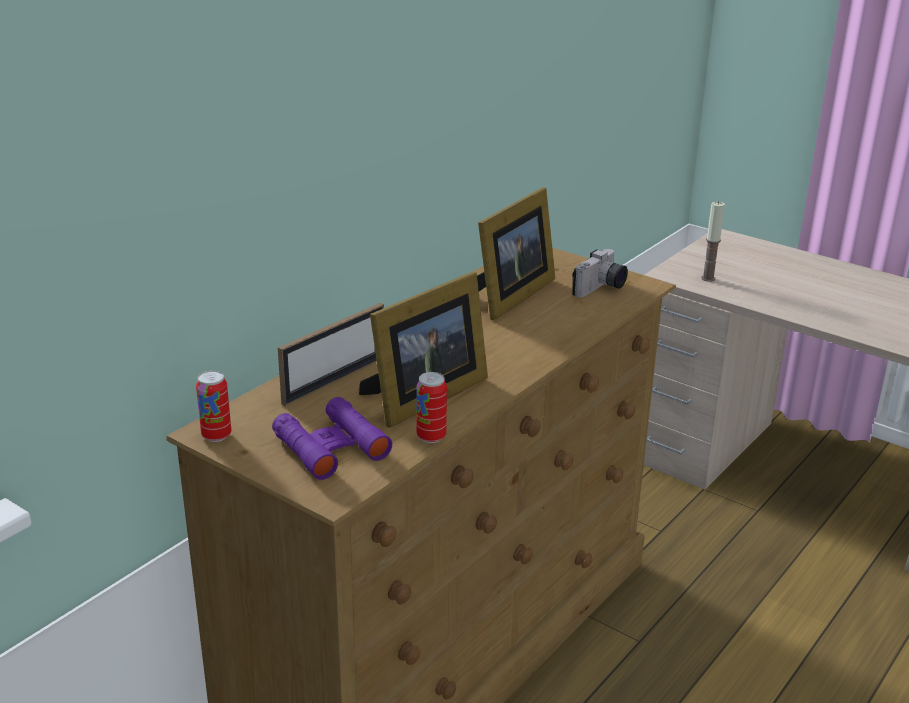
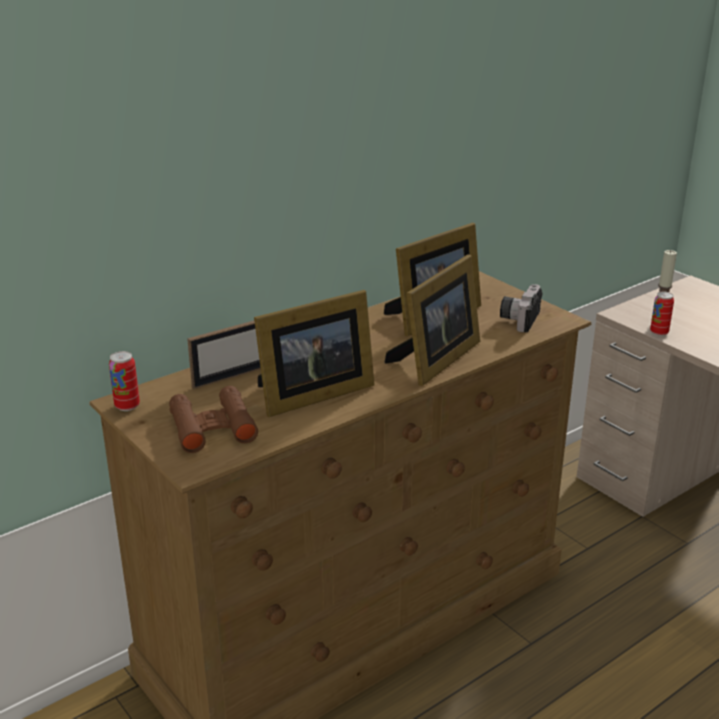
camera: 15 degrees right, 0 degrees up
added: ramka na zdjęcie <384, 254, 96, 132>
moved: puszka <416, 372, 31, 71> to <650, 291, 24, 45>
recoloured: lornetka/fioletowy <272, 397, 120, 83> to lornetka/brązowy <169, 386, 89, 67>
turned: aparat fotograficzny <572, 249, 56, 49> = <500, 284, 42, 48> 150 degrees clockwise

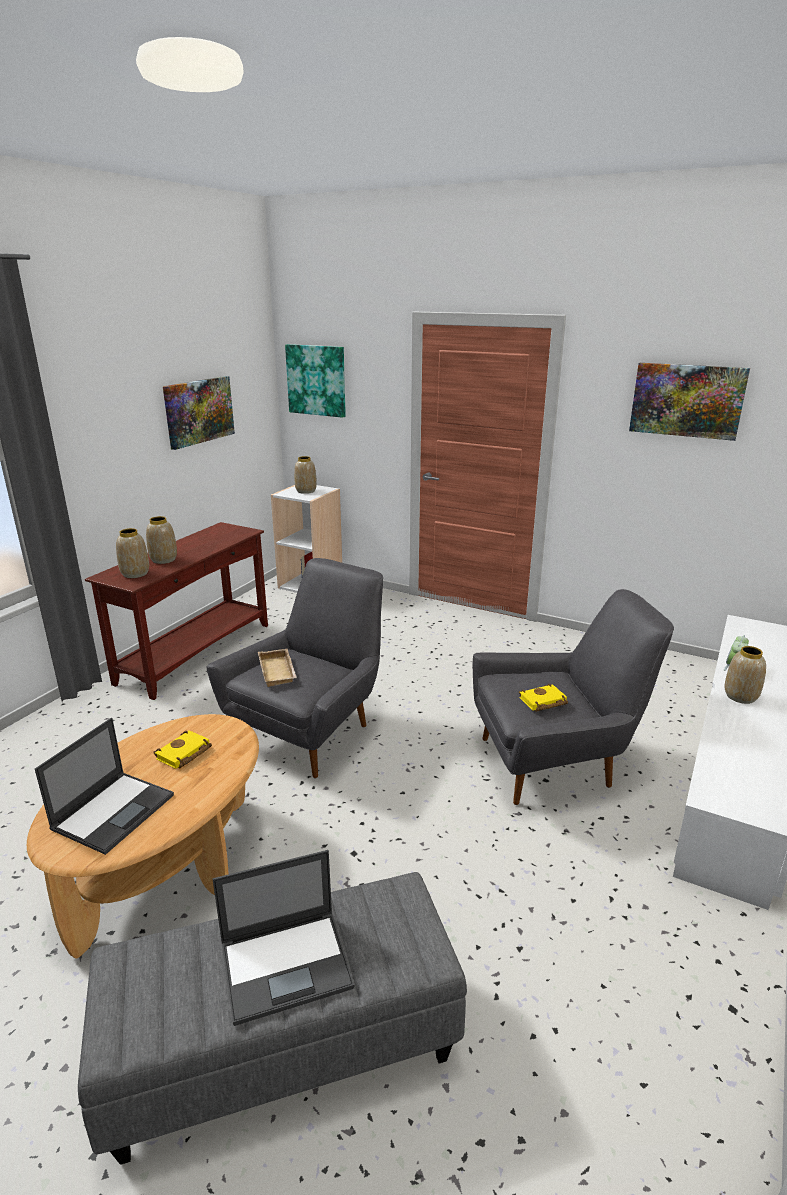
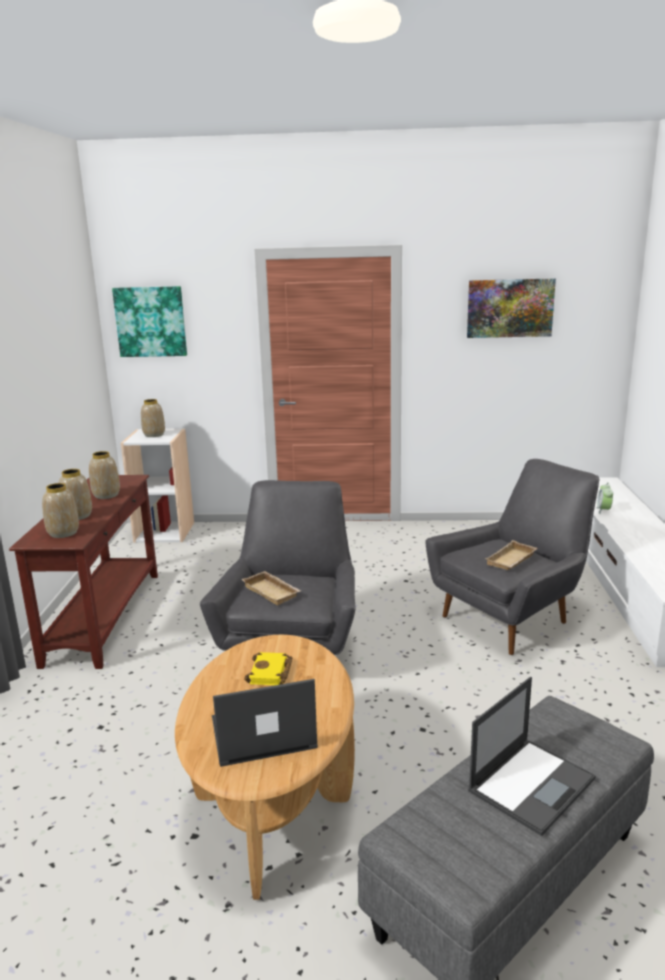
camera: 25 degrees left, 5 degrees down
removed: obraz <163, 376, 72, 74>
moved: wazon <725, 646, 41, 58> to <89, 451, 31, 48>
replaced: książka/żółty <519, 684, 49, 28> to taca/beżowy <485, 540, 52, 30>
turned: laptop <35, 718, 139, 137> = <212, 679, 106, 88> 105 degrees counterclockwise

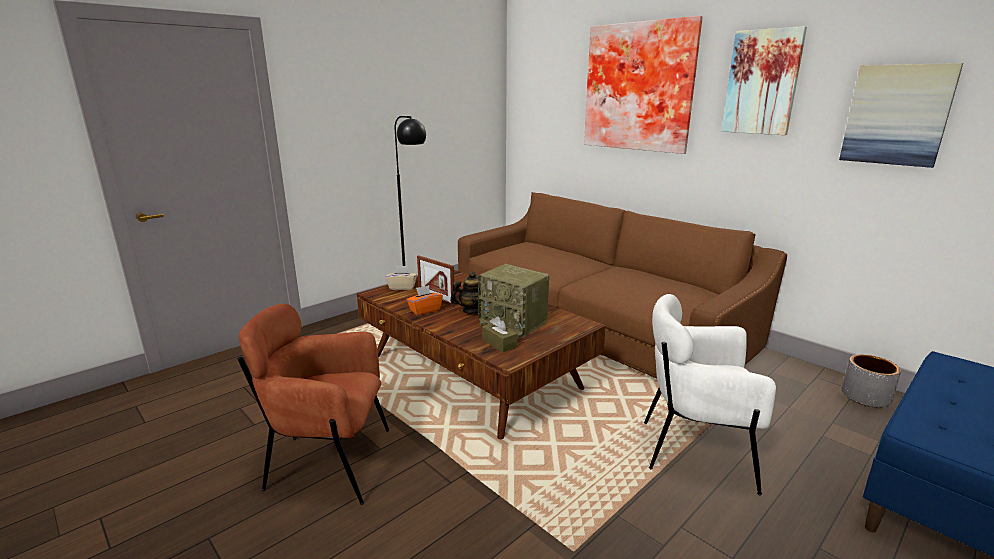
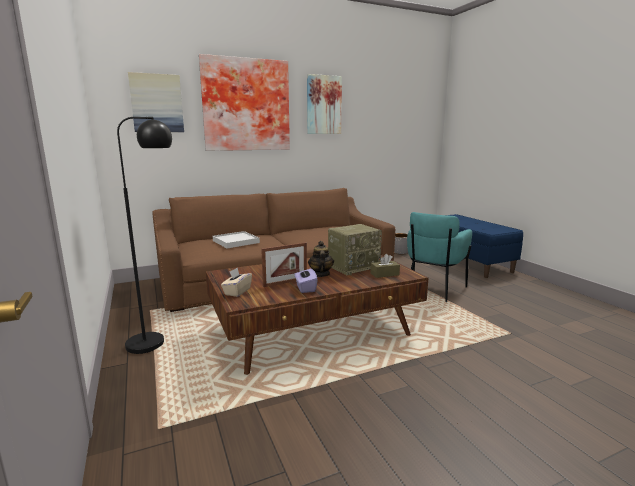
camera: 70 degrees left, 5 degrees down
removed: fotel/brązowy <238, 304, 151, 201>
added: taca/biały <213, 231, 47, 17>
moved: obraz <839, 63, 124, 105> to <128, 72, 56, 60>
recoloured: pudełko chusteczek/pomarańczowy <406, 285, 37, 30> to pudełko chusteczek/fioletowy <294, 269, 24, 24>; fotel/biały <644, 294, 132, 201> to fotel/turkusowy <407, 212, 65, 90>

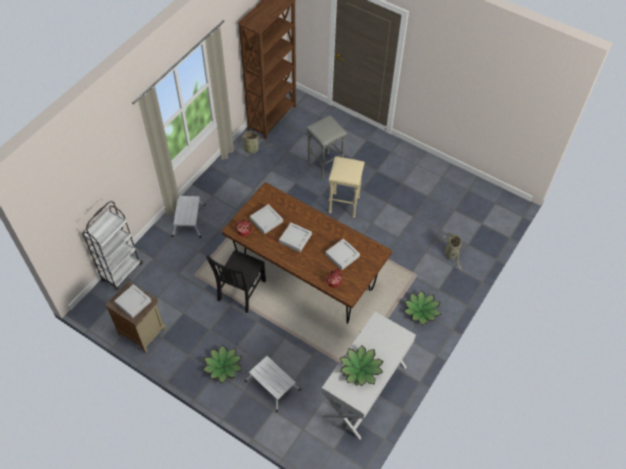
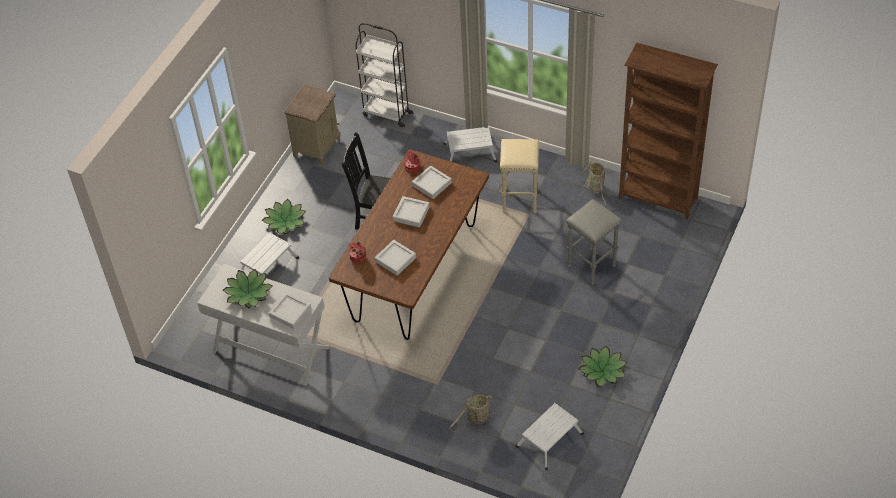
camera: 85 degrees right, 5 degrees down
added: drabinka/biały <515, 403, 69, 68>
moved: taca/szary <114, 284, 37, 34> to <269, 292, 42, 37>; stołek/beżowy <328, 156, 37, 62> to <500, 139, 39, 74>; roślina doniczkowa <404, 290, 38, 35> to <579, 346, 48, 41>

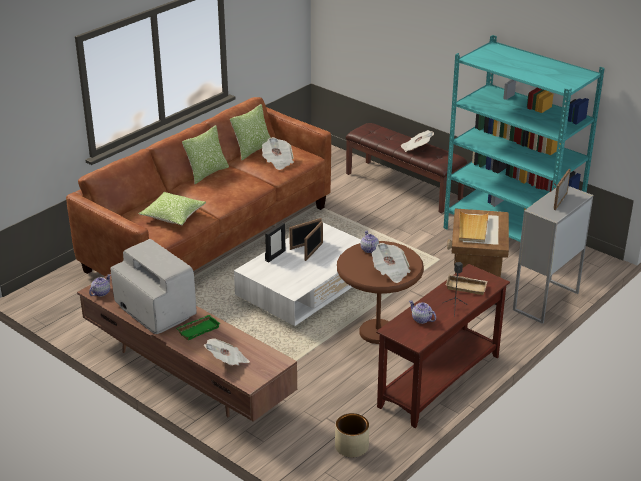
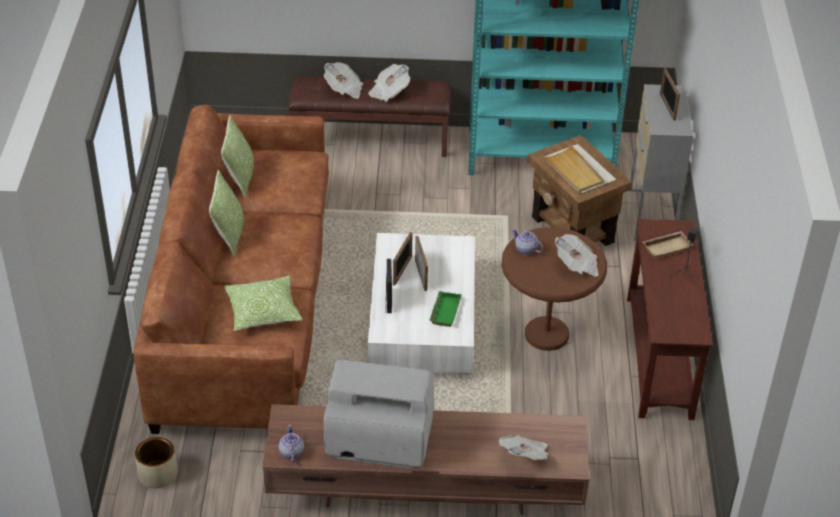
camera: 40 degrees left, 10 degrees up
removed: imbryk <409, 300, 27, 24>
moved: taca/zielony <176, 315, 44, 25> to <429, 291, 33, 36>; gazeta <262, 137, 32, 33> to <324, 62, 39, 37>; donica/beżowy <335, 413, 34, 44> to <135, 437, 43, 52>

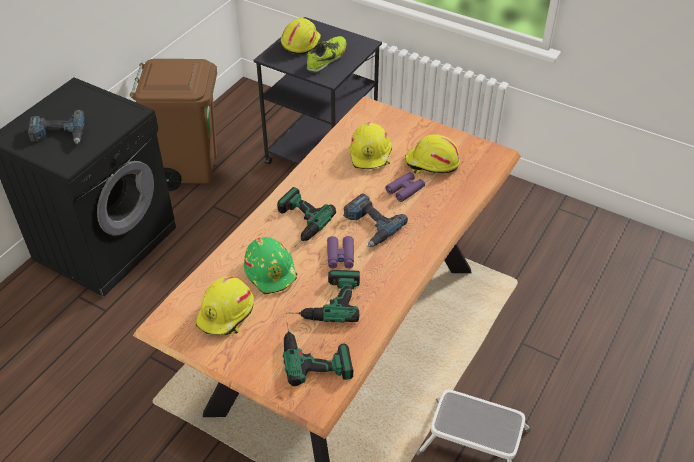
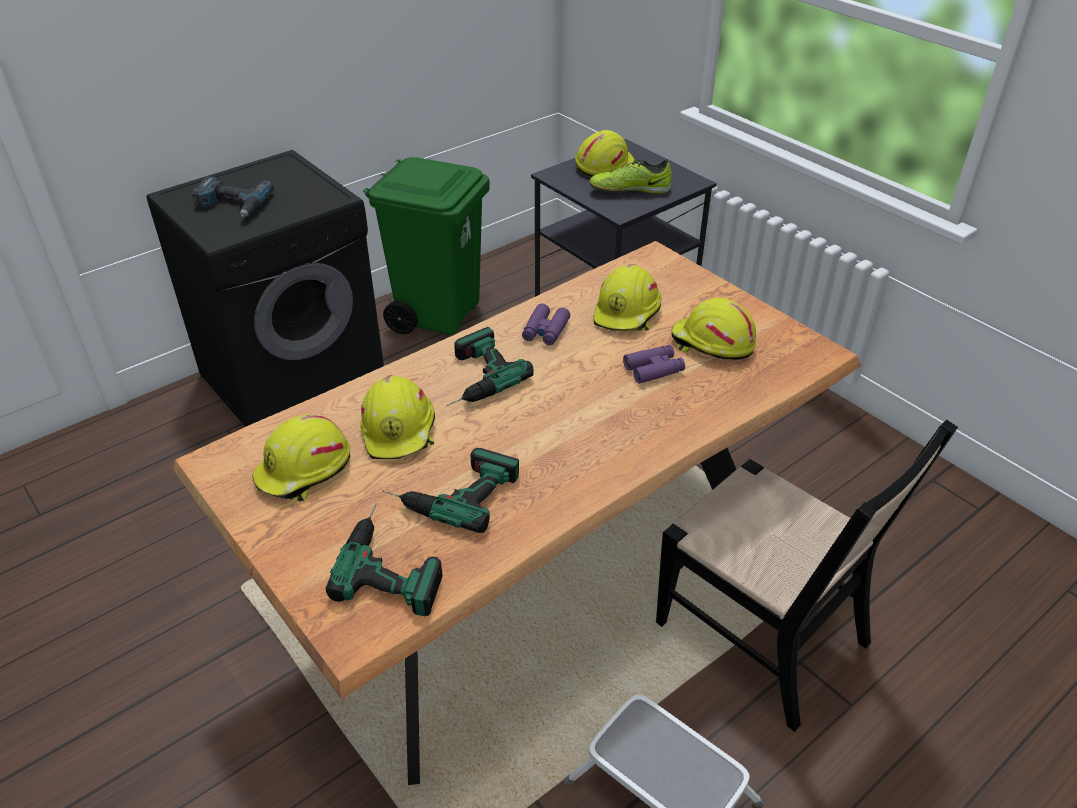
camera: 20 degrees right, 5 degrees down
removed: wiertarka <343, 193, 65, 54>
added: krzesło <656, 420, 302, 312>
moved: lornetka/fioletowy <327, 236, 27, 33> to <522, 304, 48, 41>
recoloured: kosz na śmieci/brązowy <130, 59, 87, 132> to kosz na śmieci/zielony <363, 157, 126, 178>; kask/zielony <244, 237, 54, 58> to kask/żółty <360, 375, 75, 85>
turned: but <307, 36, 40, 37> = <589, 159, 83, 35> 150 degrees counterclockwise

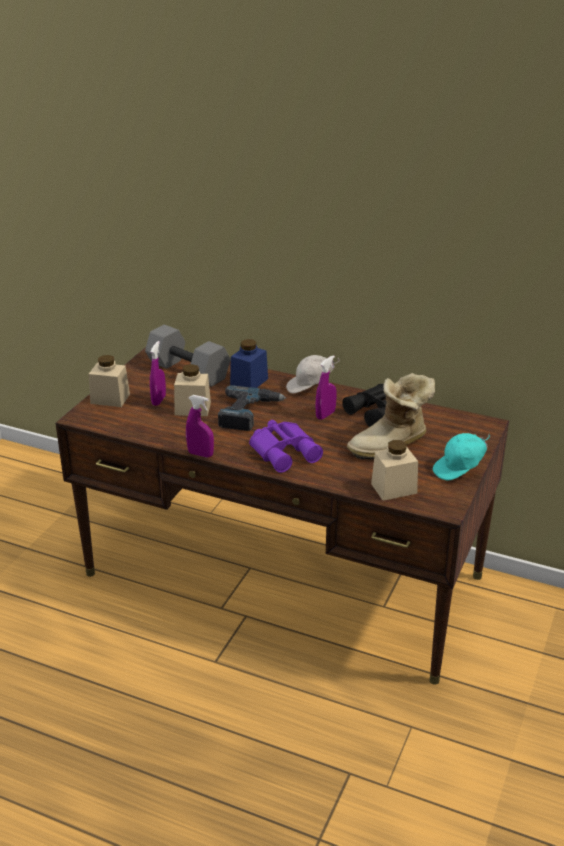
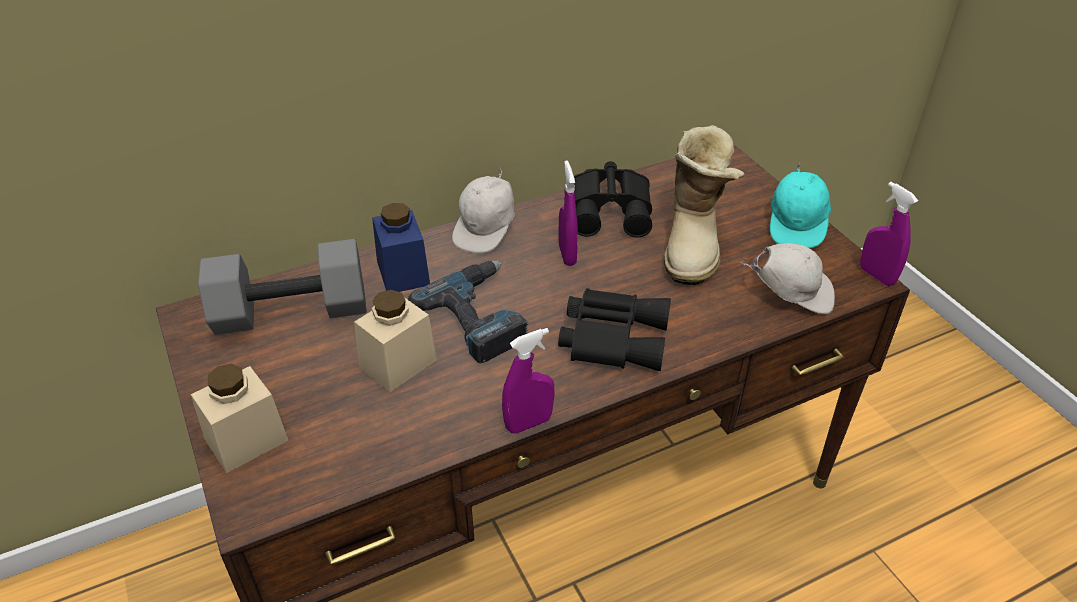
camera: 50 degrees left, 10 degrees up
moved: spryskiwacz/fioletowy <150, 341, 16, 65> to <860, 182, 58, 104>
replaced: słoik/beżowy <371, 440, 47, 61> to czapka z daszkiem/biały <740, 243, 95, 71>
recoloured: lornetka/fioletowy <249, 420, 74, 53> to lornetka/czarny <558, 288, 113, 83>

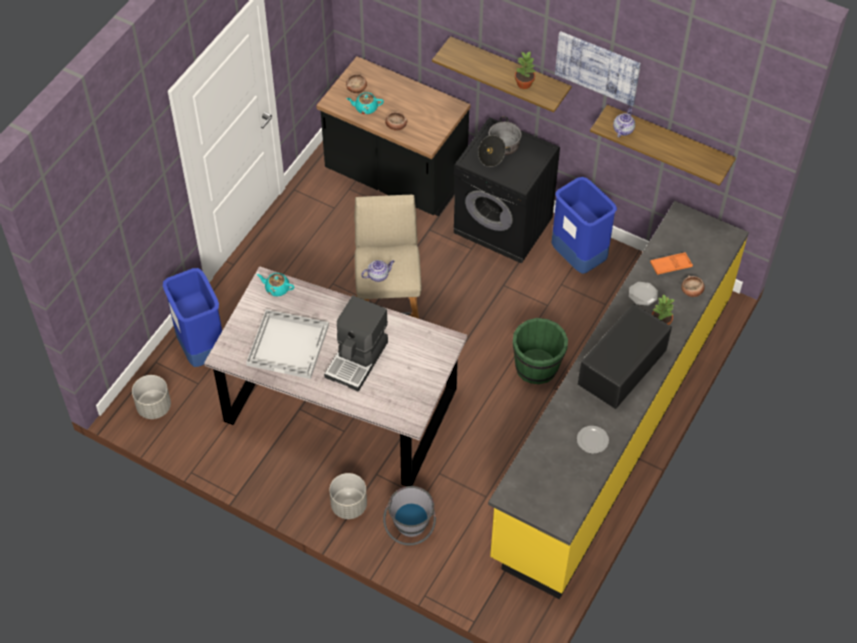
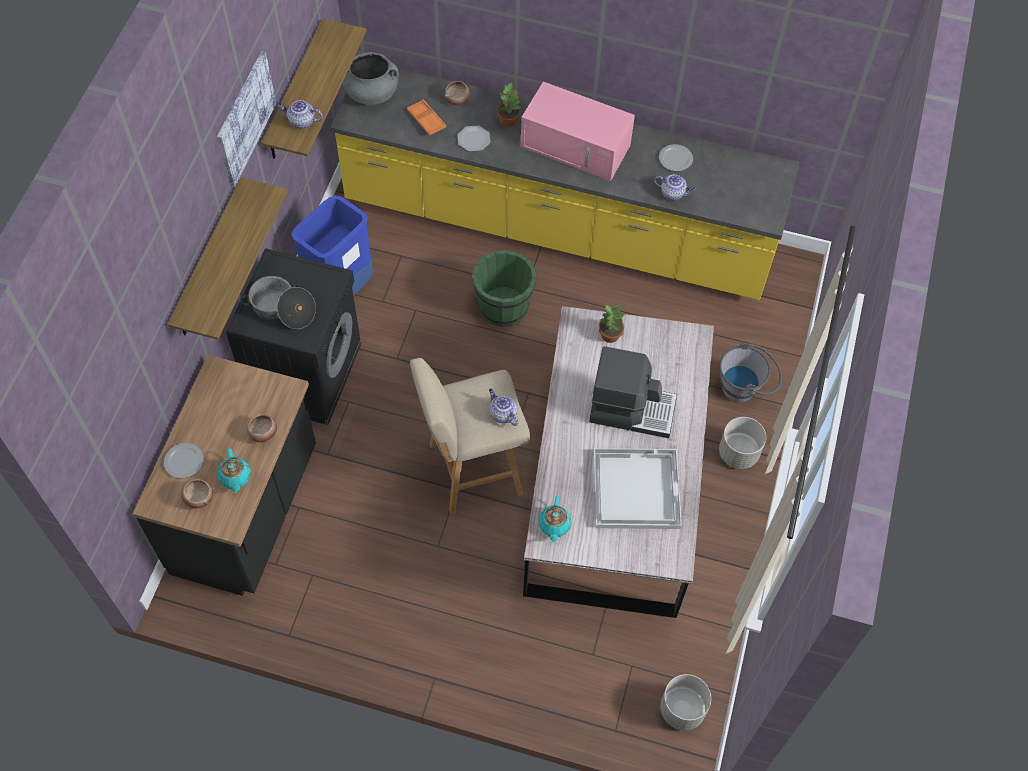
camera: 105 degrees left, 5 degrees up
removed: kosz na śmieci/niebieski <163, 268, 59, 99>
added: talerz <164, 443, 40, 35>; garnek/szary <342, 52, 57, 53>; imbryk <654, 174, 41, 26>
moved: roślina doniczkowa <515, 51, 21, 38> to <599, 304, 25, 39>
recoloured: mikrofalówka/czarny <578, 303, 94, 106> to mikrofalówka/różowy <521, 82, 114, 99>

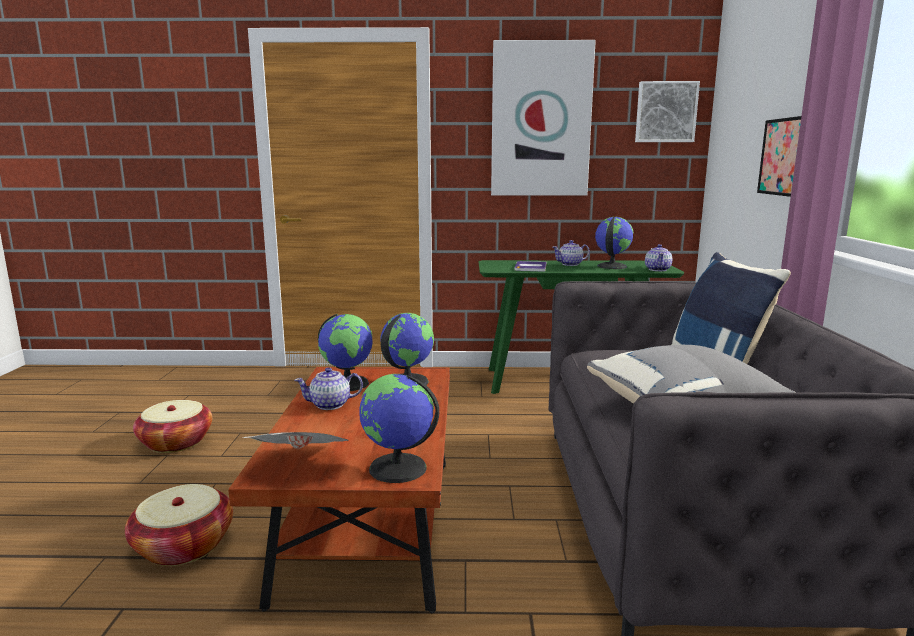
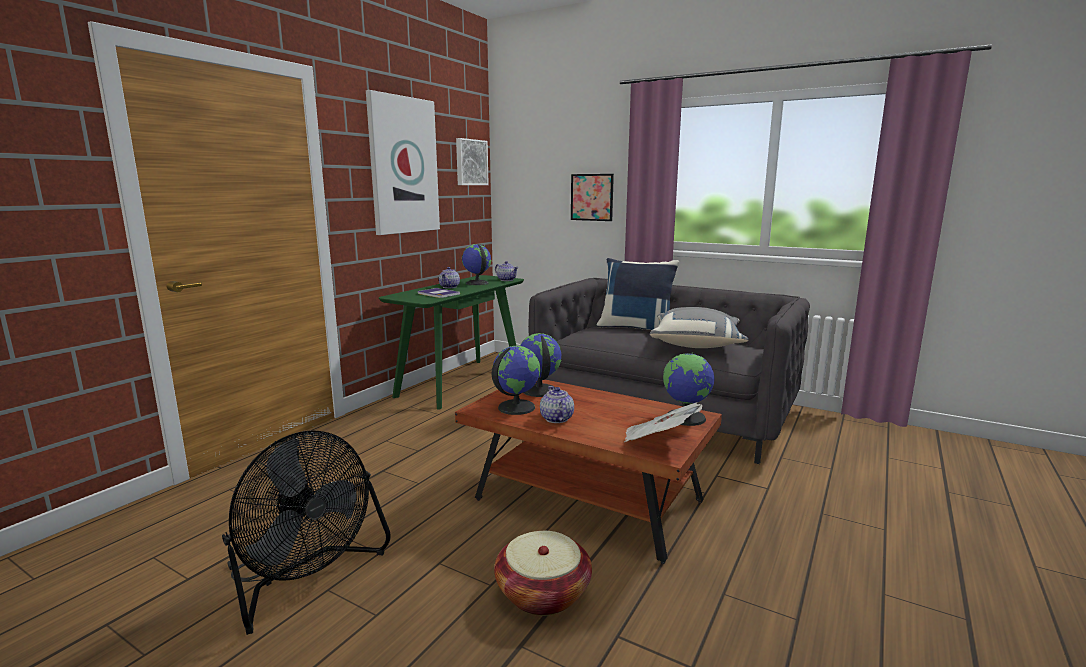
camera: 60 degrees left, 0 degrees up
replaced: koszyk <133, 400, 79, 53> to wentylator/czarny <222, 431, 169, 204>
turned: imbryk <294, 367, 69, 43> = <540, 386, 34, 37> 150 degrees clockwise

